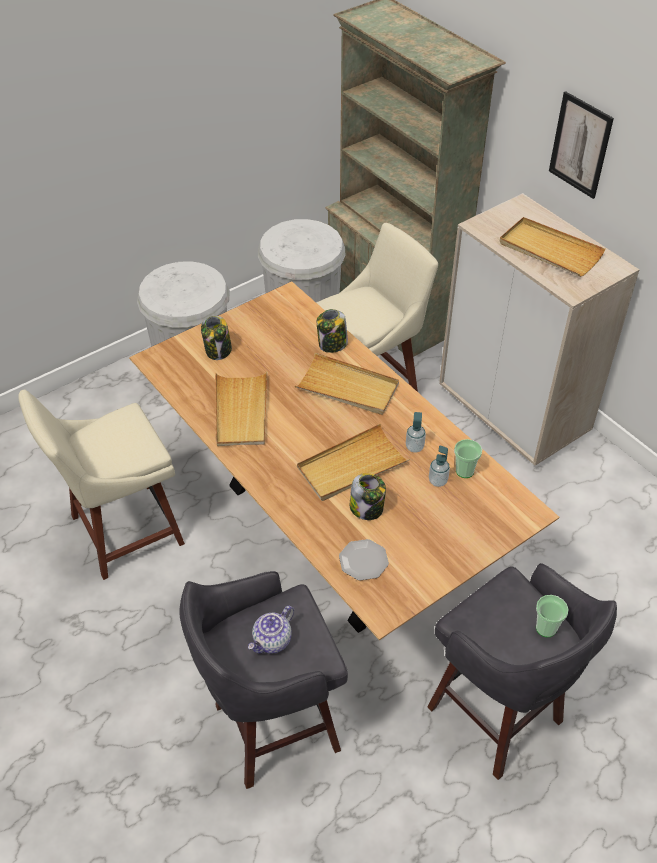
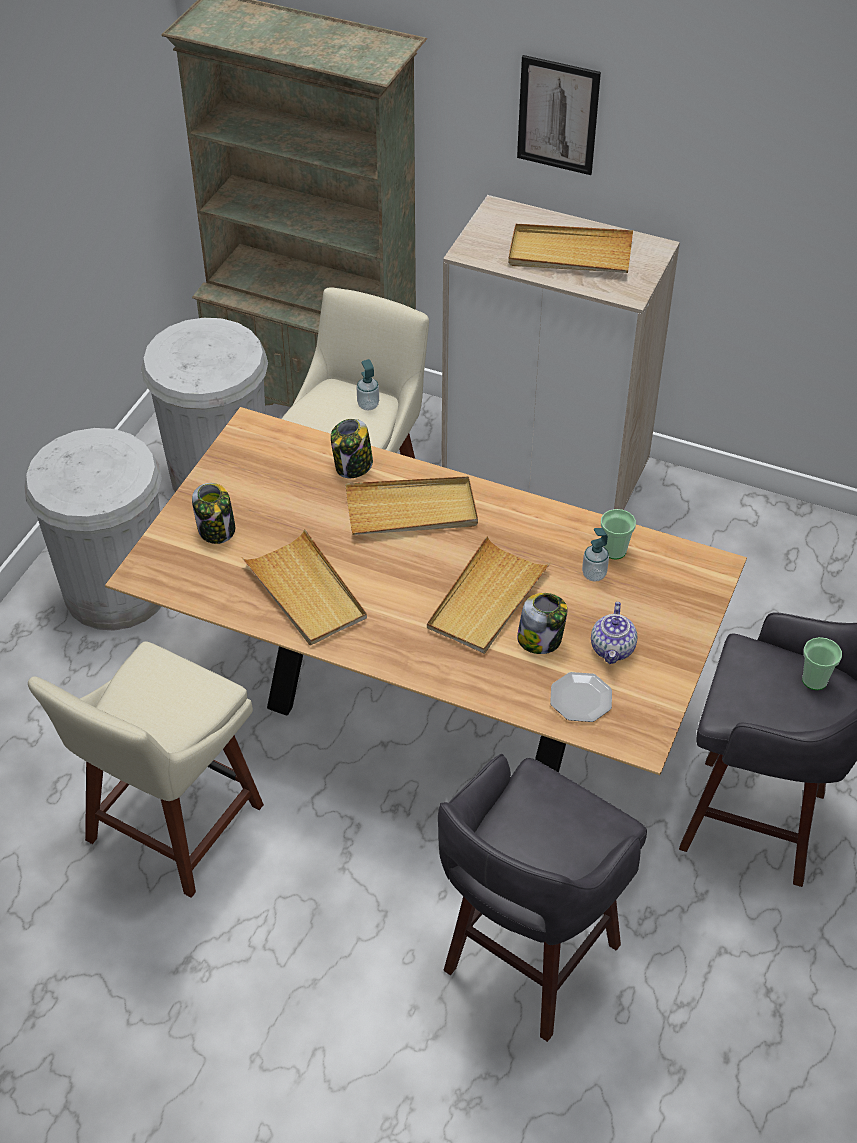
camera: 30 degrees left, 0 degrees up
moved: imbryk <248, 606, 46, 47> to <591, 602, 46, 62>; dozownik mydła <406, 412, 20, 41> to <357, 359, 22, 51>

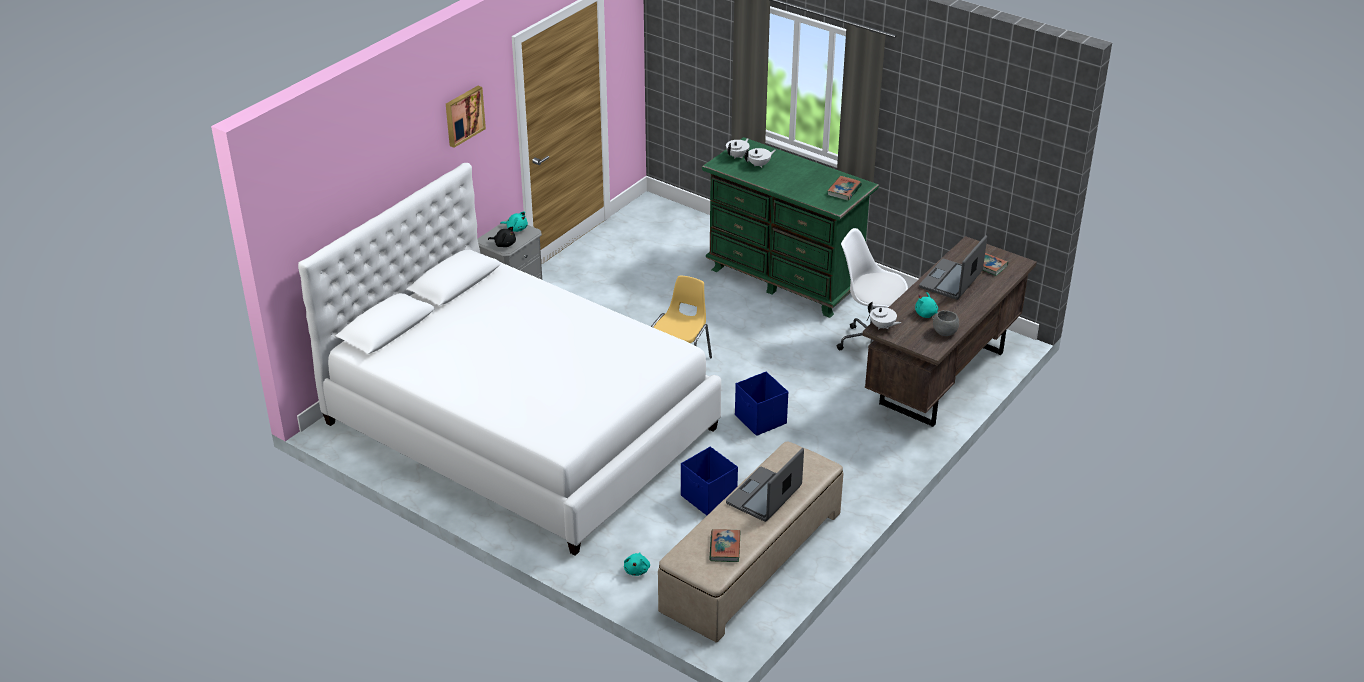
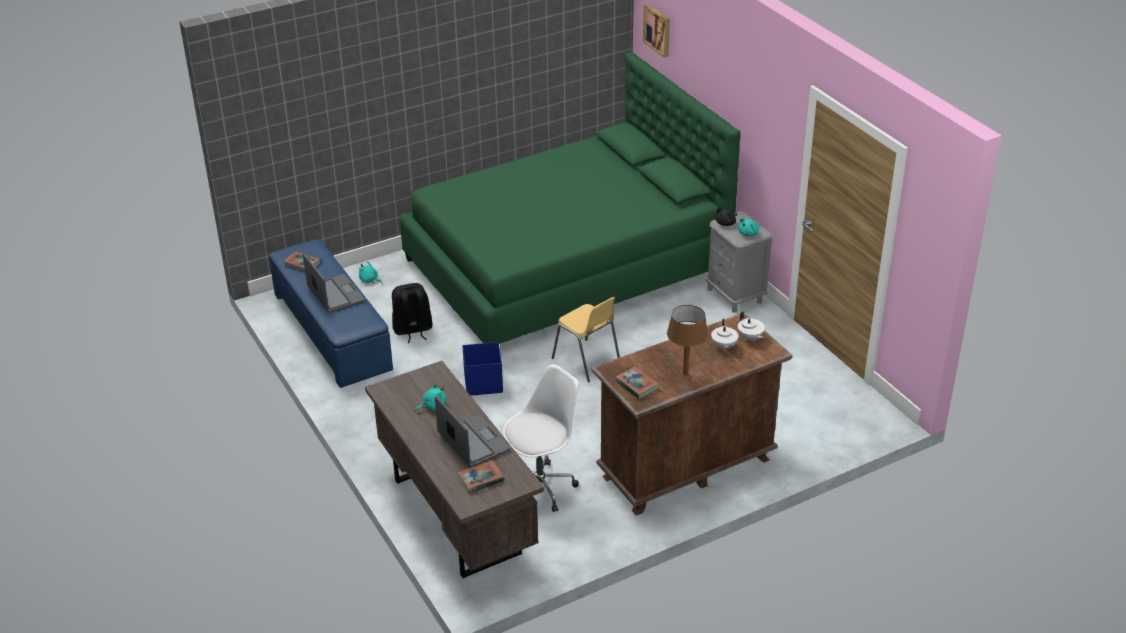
camera: 115 degrees right, 0 degrees up
removed: imbryk/biały <868, 302, 33, 28>; miska/szary <933, 310, 26, 26>
added: lampa stołowa/brązowy <667, 305, 41, 70>
moved: obraz <446, 86, 40, 62> to <643, 4, 27, 54>
replaced: pojemnik do przechowywania/niebieski <681, 447, 57, 68> to plecak/czarny <392, 283, 41, 60>
recoloured: łóżko/biały <298, 163, 423, 393> to łóżko/zielony <400, 52, 341, 292>; ławka/beżowy <658, 442, 185, 200> to ławka/niebieski <269, 239, 124, 149>; komoda/zielony <702, 137, 177, 181> to komoda/brązowy <591, 312, 202, 204>

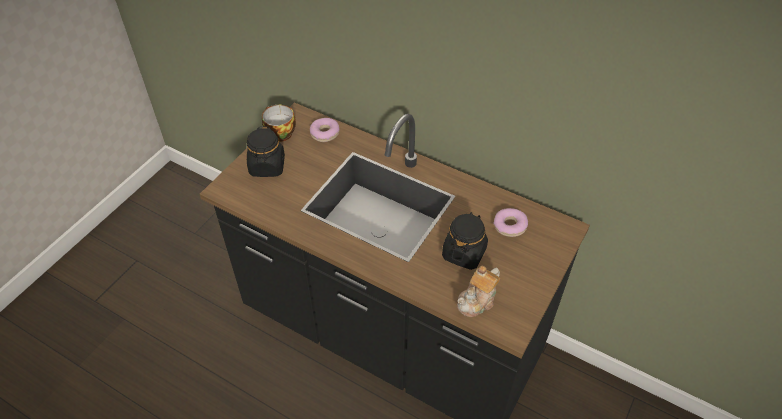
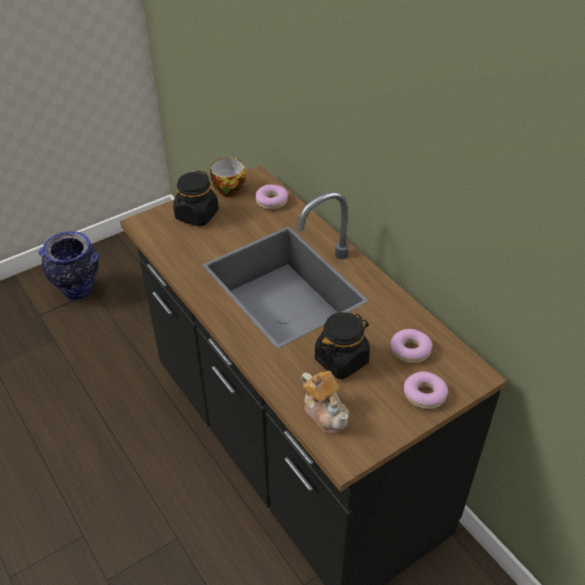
camera: 25 degrees right, 5 degrees down
added: wazon <38, 231, 61, 70>; donut <404, 371, 44, 38>
turned: imbryk <457, 266, 43, 51> = <301, 371, 48, 64> 105 degrees counterclockwise

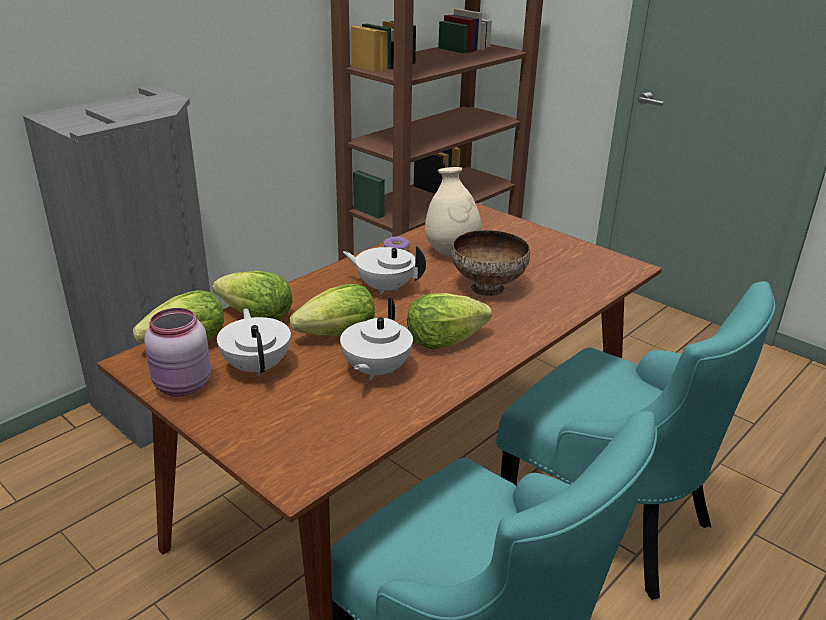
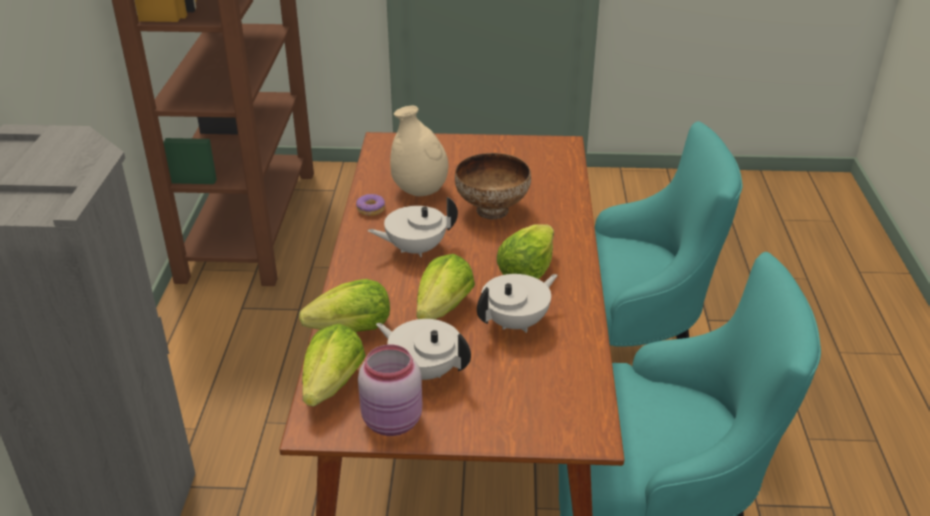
camera: 40 degrees left, 5 degrees up
turned: imbryk/biały <340, 298, 73, 83> = <477, 274, 80, 59> 105 degrees counterclockwise

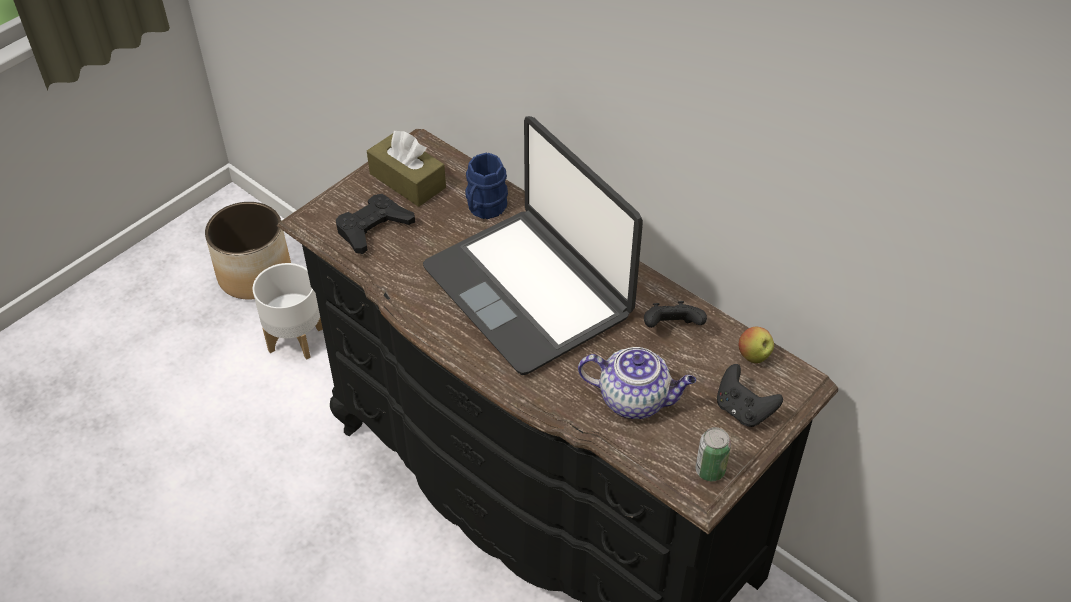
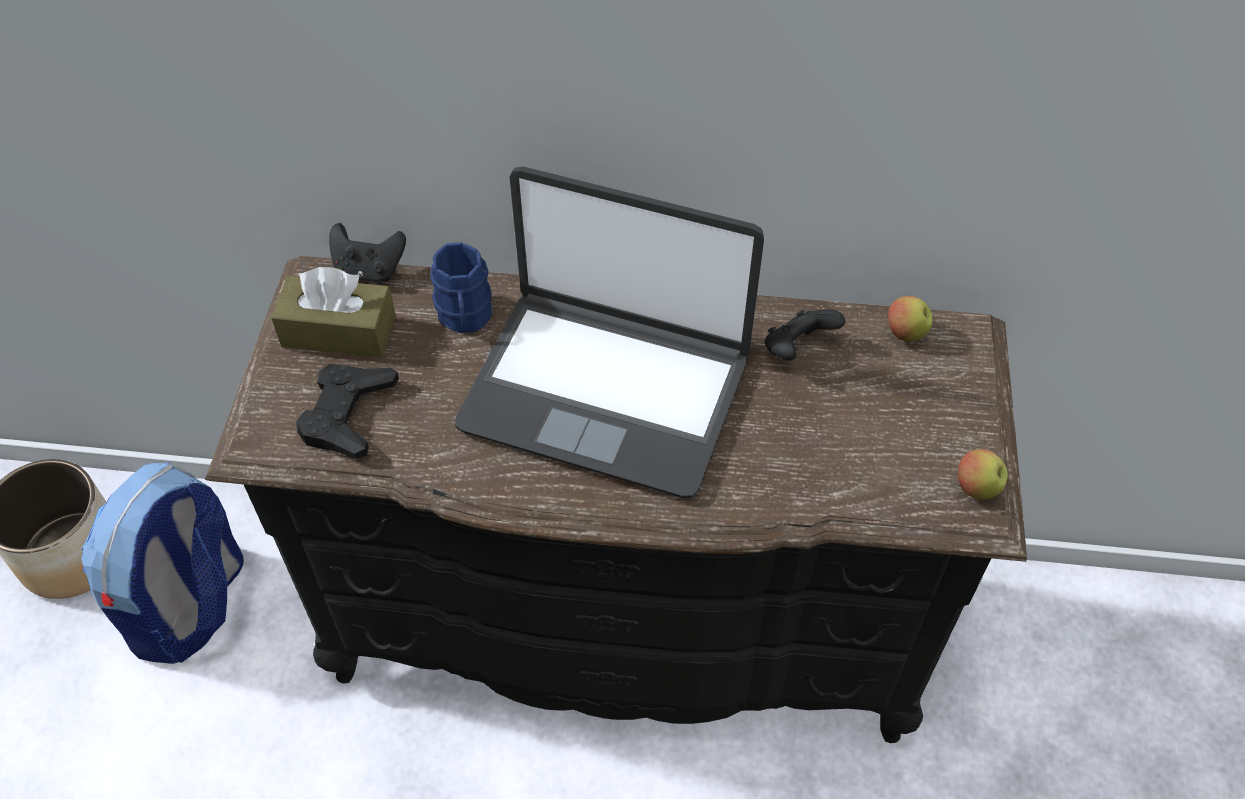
camera: 35 degrees left, 5 degrees up
removed: imbryk <578, 347, 118, 72>
moved: pad do gier/czarny <717, 364, 66, 63> to <329, 223, 77, 60>
replaced: donica/biały <253, 263, 70, 97> to plecak <81, 462, 163, 202>; puszka <696, 427, 35, 54> to jabłko <958, 449, 50, 51>

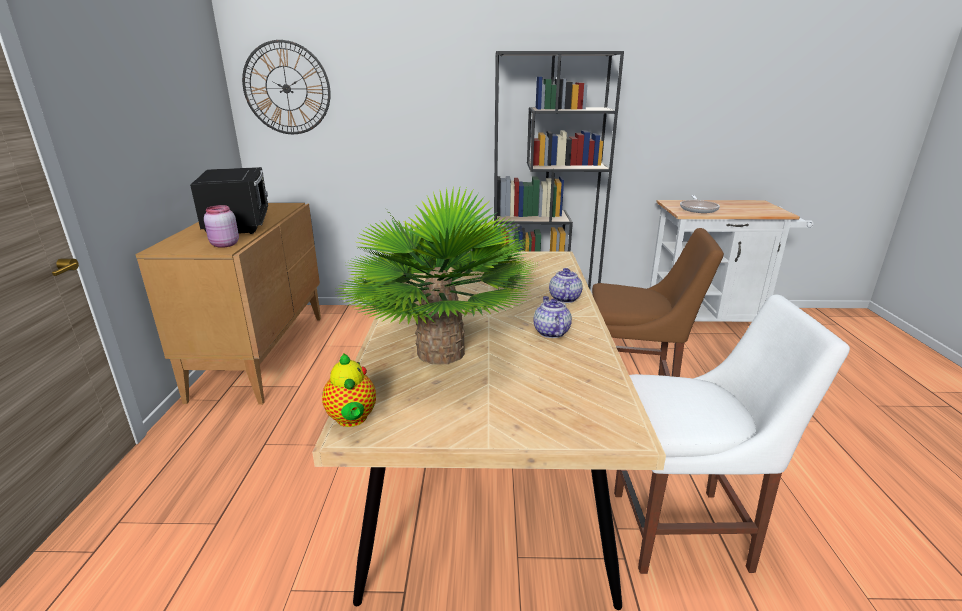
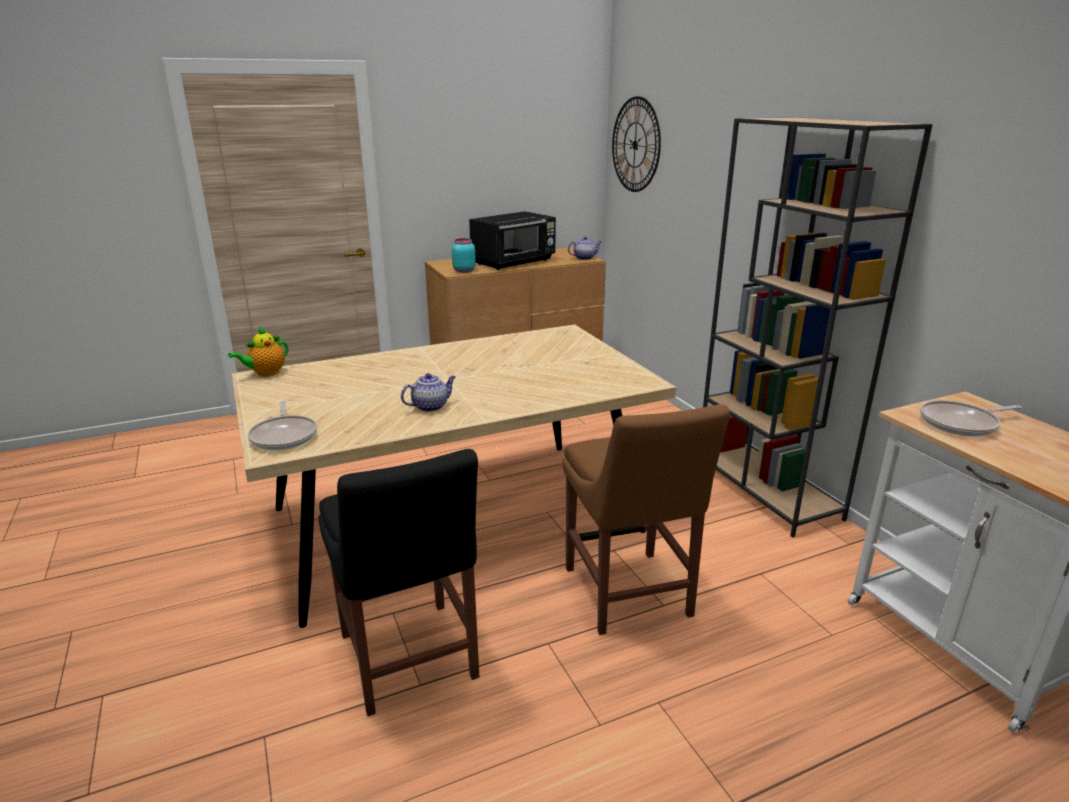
camera: 65 degrees right, 0 degrees up
removed: roślina doniczkowa <337, 185, 201, 180>
added: patelnia <248, 401, 69, 49>
moved: imbryk <549, 268, 34, 35> to <568, 237, 34, 23>
recoloured: słoik/różowy <204, 205, 35, 43> to słoik/turkusowy <452, 238, 24, 35>; krzesło/biały <614, 295, 236, 279> to krzesło/czarny <318, 449, 161, 267>

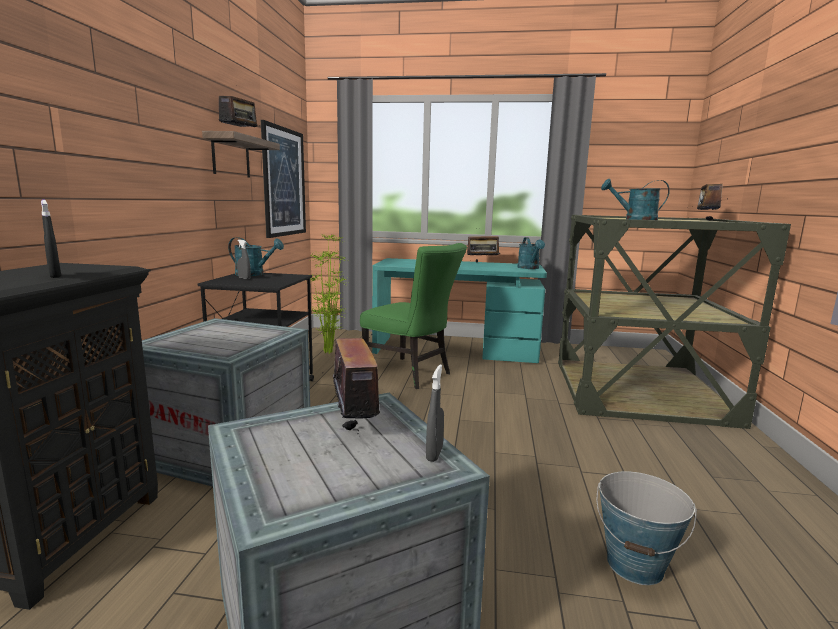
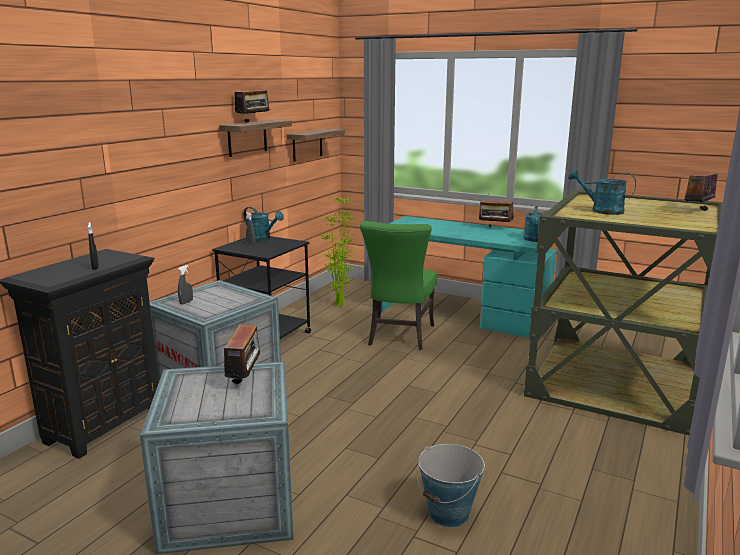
camera: 20 degrees right, 5 degrees up
moved: spryskiwacz/szary <426, 365, 18, 97> to <178, 265, 15, 40>
replaced: obraz <261, 120, 45, 118> to półka <286, 129, 59, 33>
turned: krzesło/zielony <360, 243, 107, 146> = <360, 221, 77, 129> 45 degrees clockwise

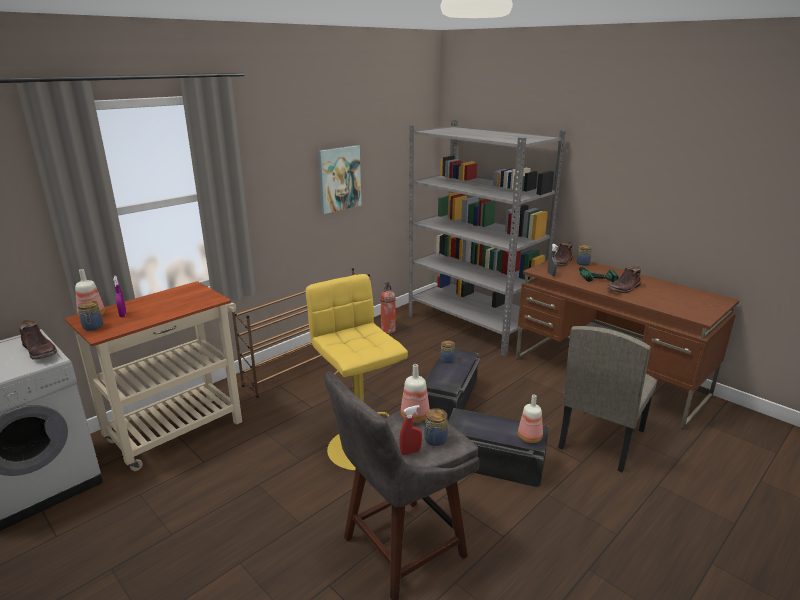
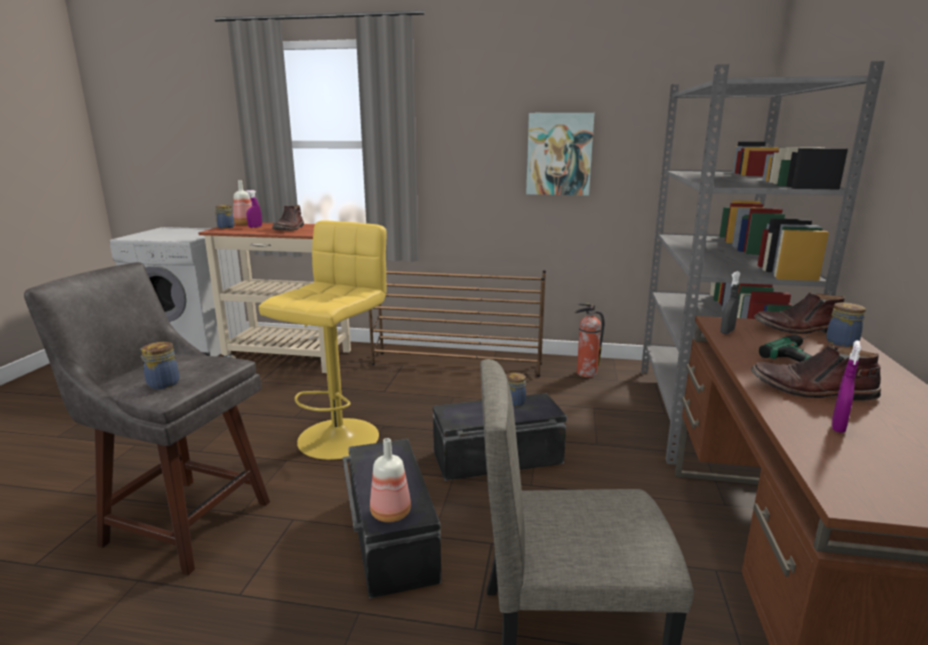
camera: 55 degrees right, 5 degrees down
removed: spryskiwacz/czerwony <399, 405, 23, 50>; butelka <401, 364, 29, 58>
added: spryskiwacz/fioletowy <832, 340, 29, 93>
moved: but z cholewką/brązowy <19, 320, 38, 40> to <272, 205, 32, 26>

